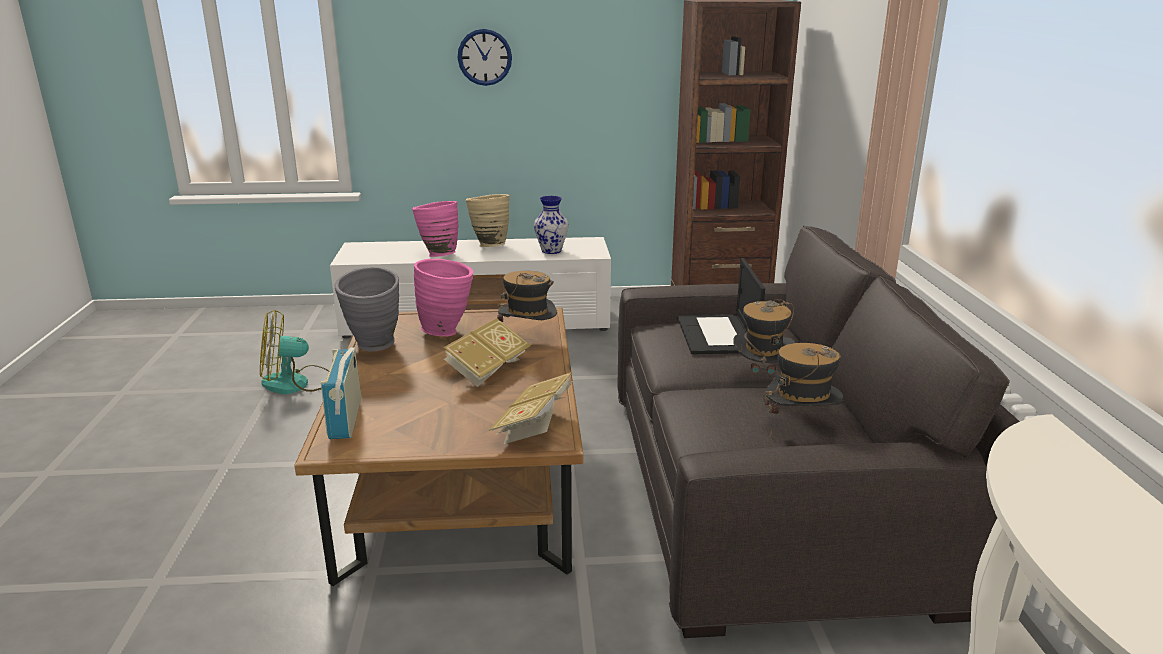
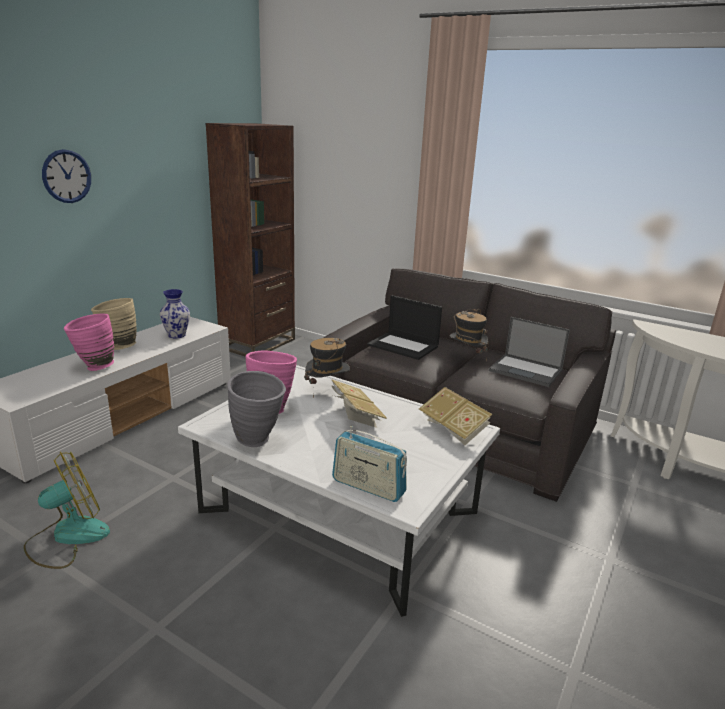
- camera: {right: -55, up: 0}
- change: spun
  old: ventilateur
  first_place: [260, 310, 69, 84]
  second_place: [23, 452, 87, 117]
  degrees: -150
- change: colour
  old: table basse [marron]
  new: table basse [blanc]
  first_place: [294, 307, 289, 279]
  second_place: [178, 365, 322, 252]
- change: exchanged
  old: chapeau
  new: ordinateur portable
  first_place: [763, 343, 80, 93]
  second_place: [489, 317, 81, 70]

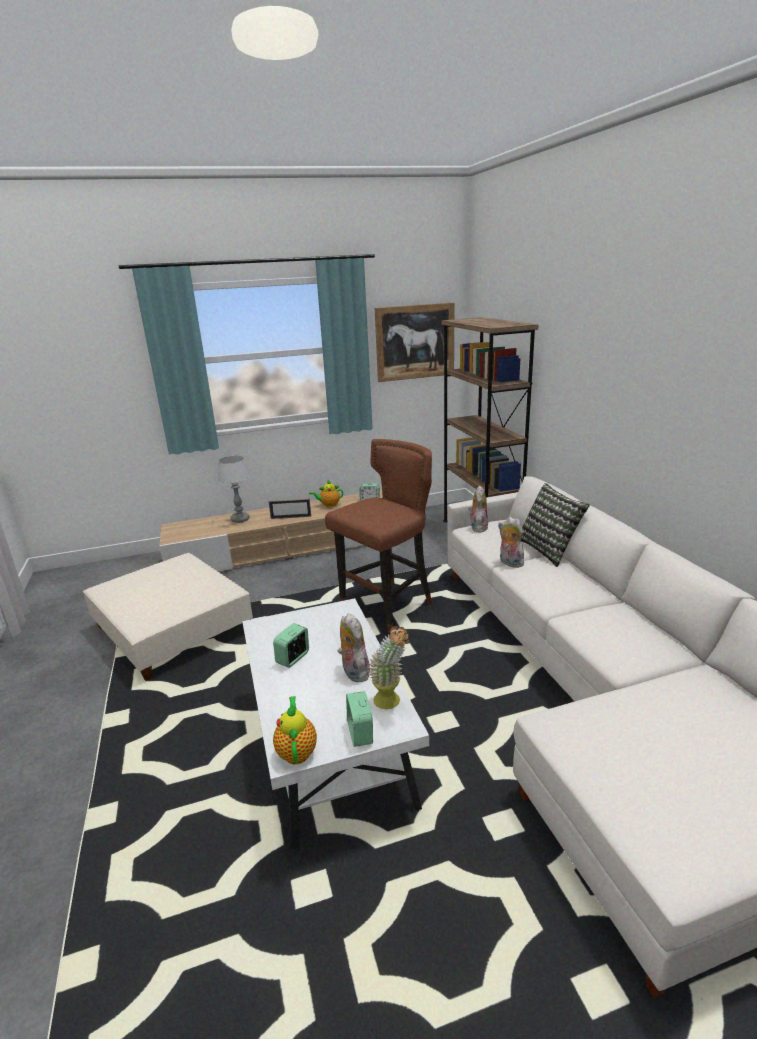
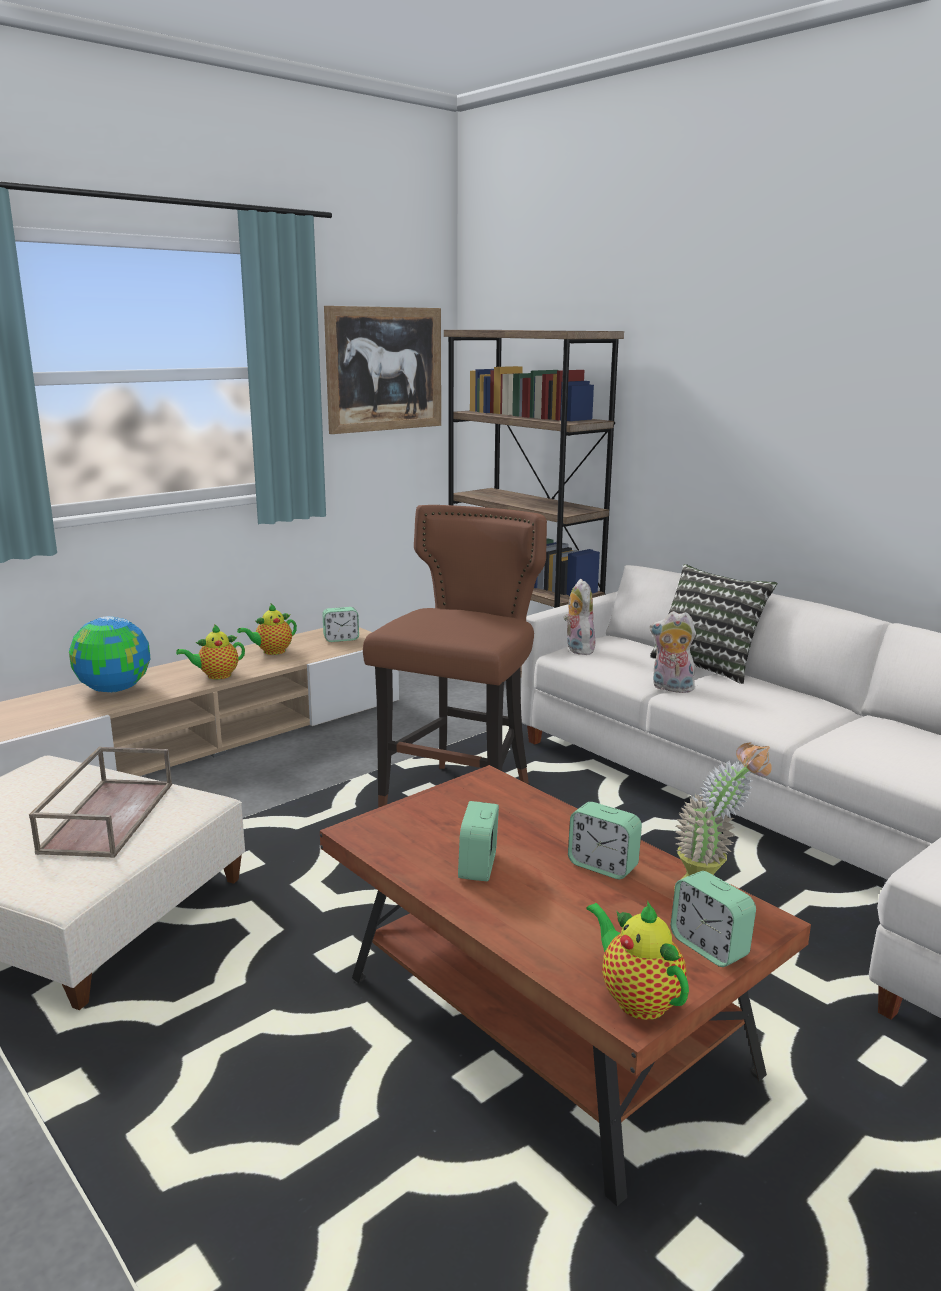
- camera: {right: -25, up: -5}
- change: appeared
  new: plateau [marron]
  second_place: [29, 747, 143, 111]
- change: exchanged
  old: lampe de table
  new: globe
  first_place: [218, 456, 32, 67]
  second_place: [69, 616, 82, 76]
- change: exchanged
  old: cadre photo
  new: théière
  first_place: [269, 499, 42, 20]
  second_place: [176, 624, 69, 55]
- change: colour
  old: table basse [blanc]
  new: table basse [marron]
  first_place: [242, 598, 187, 251]
  second_place: [320, 765, 491, 441]
- change: exchanged
  old: peluche
  new: réveil
  first_place: [338, 613, 33, 69]
  second_place: [568, 802, 74, 77]

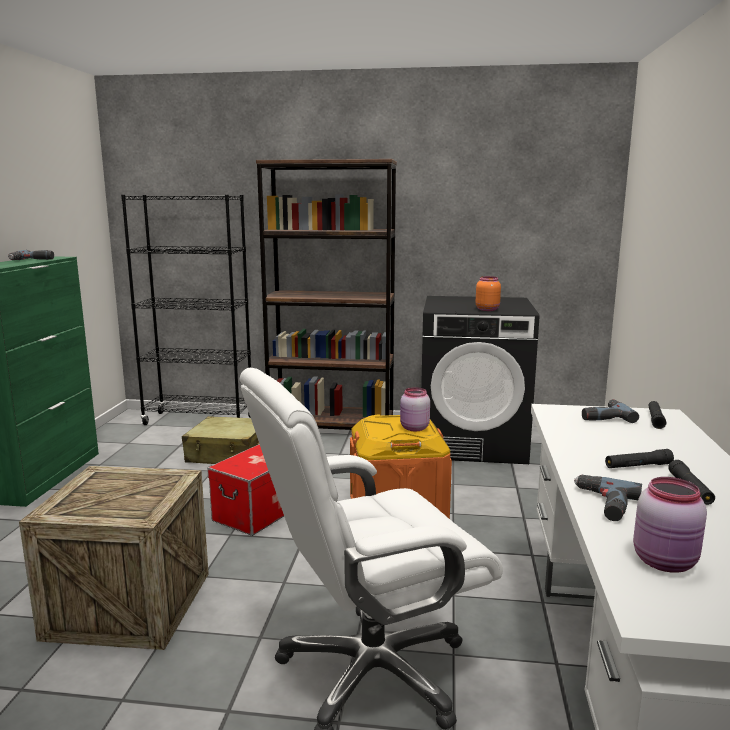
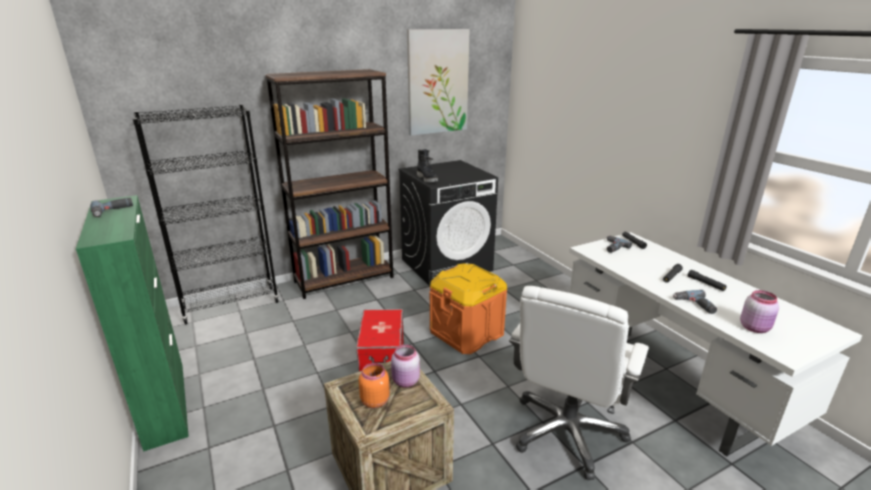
- camera: {right: -35, up: 10}
- change: relocated
  old: bocal [orange]
  first_place: [476, 276, 25, 35]
  second_place: [359, 363, 31, 45]
- change: relocated
  old: bocal [rose]
  first_place: [400, 387, 30, 44]
  second_place: [391, 345, 29, 42]
- change: appeared
  new: tableau
  second_place: [407, 29, 63, 106]
- change: appeared
  new: botte [noir]
  second_place: [417, 149, 21, 33]
- change: missing
  old: valise [beige]
  first_place: [182, 416, 77, 48]

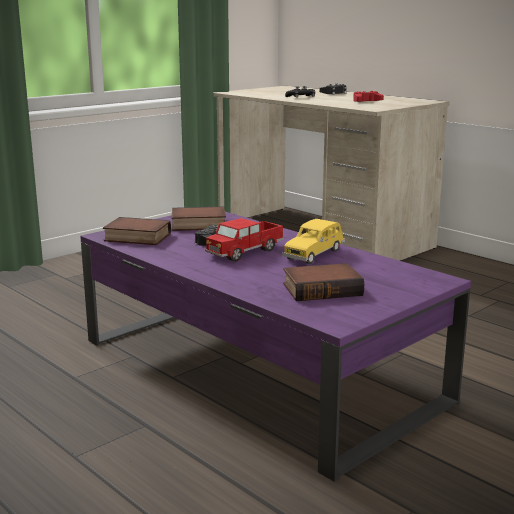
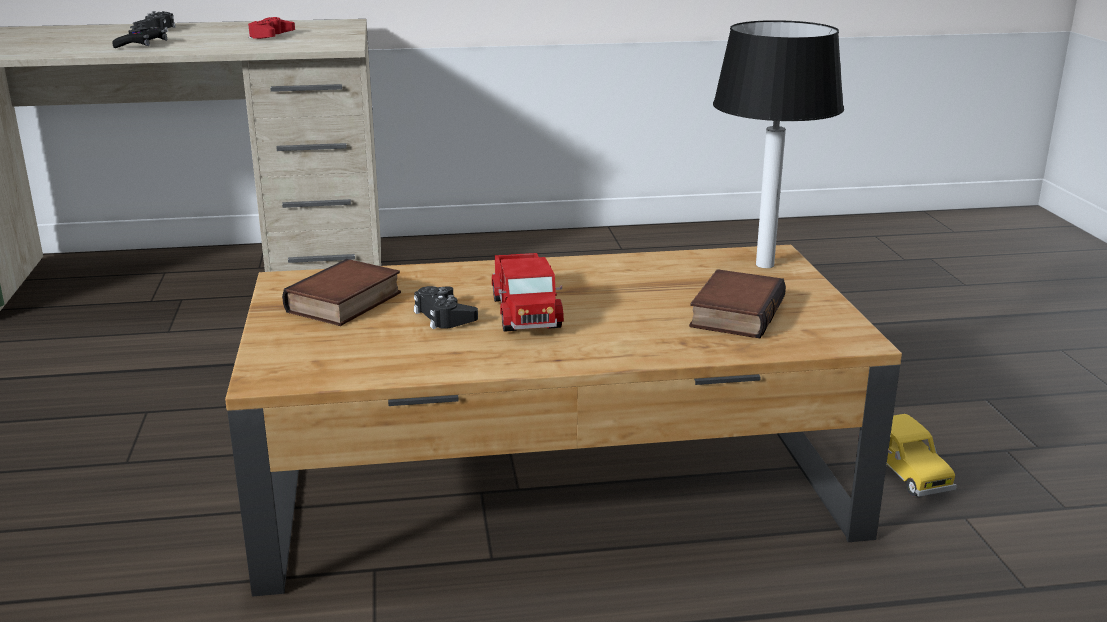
- camera: {right: -55, up: 5}
- change: colour
  old: table basse [violet]
  new: table basse [marron]
  first_place: [80, 212, 391, 270]
  second_place: [225, 245, 677, 352]
- change: appeared
  new: lampe de table
  second_place: [713, 20, 131, 248]
- change: relocated
  old: petite voiture [jaune]
  first_place: [282, 219, 63, 45]
  second_place: [858, 414, 99, 83]
- change: missing
  old: livre
  first_place: [103, 217, 68, 28]

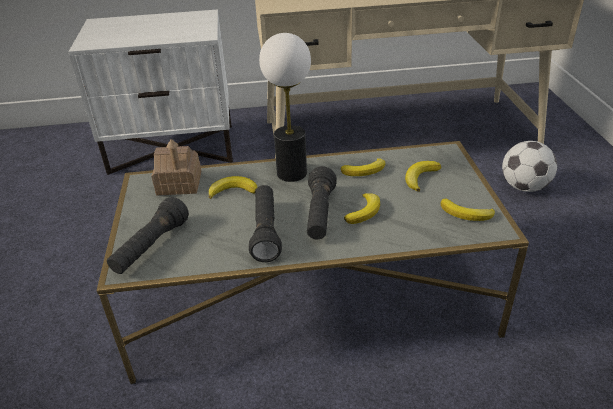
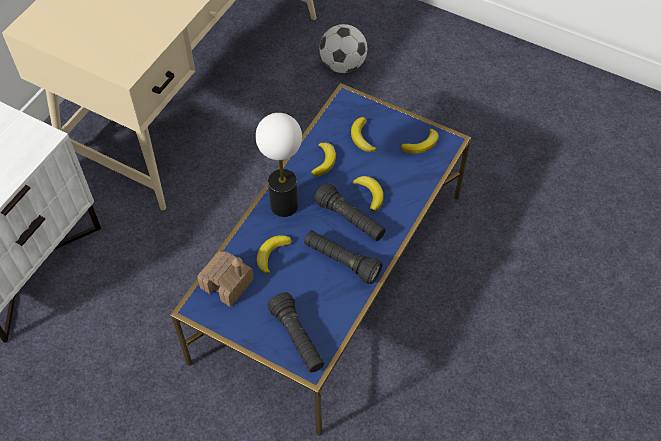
- camera: {right: -55, up: 20}
- change: colour
  old: table basse [gris]
  new: table basse [bleu]
  first_place: [97, 141, 432, 243]
  second_place: [171, 83, 300, 353]

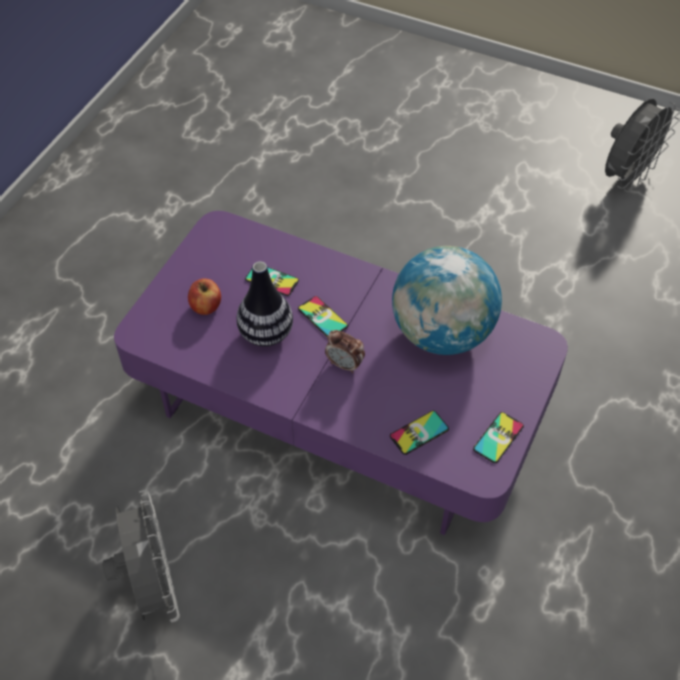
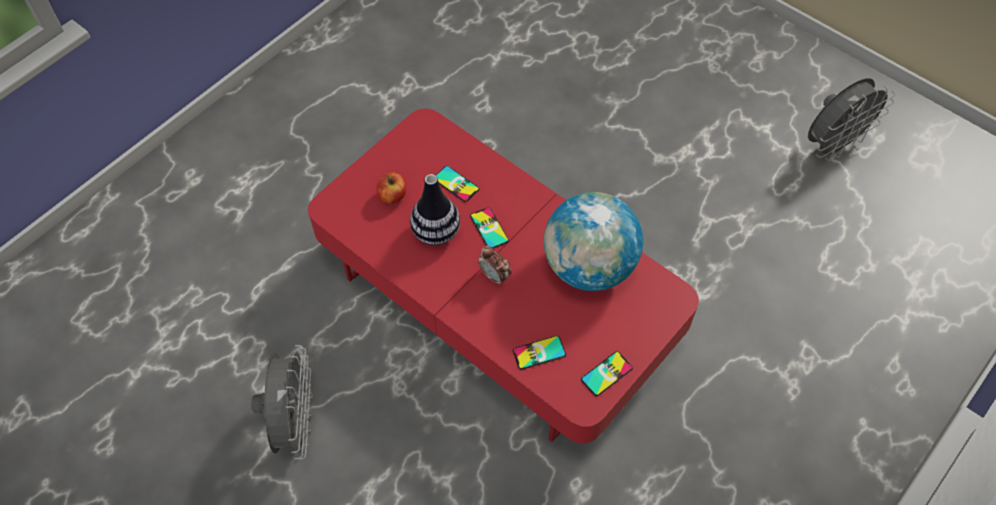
- camera: {right: 15, up: 5}
- change: colour
  old: table basse [violet]
  new: table basse [rouge]
  first_place: [114, 211, 454, 324]
  second_place: [308, 109, 391, 335]

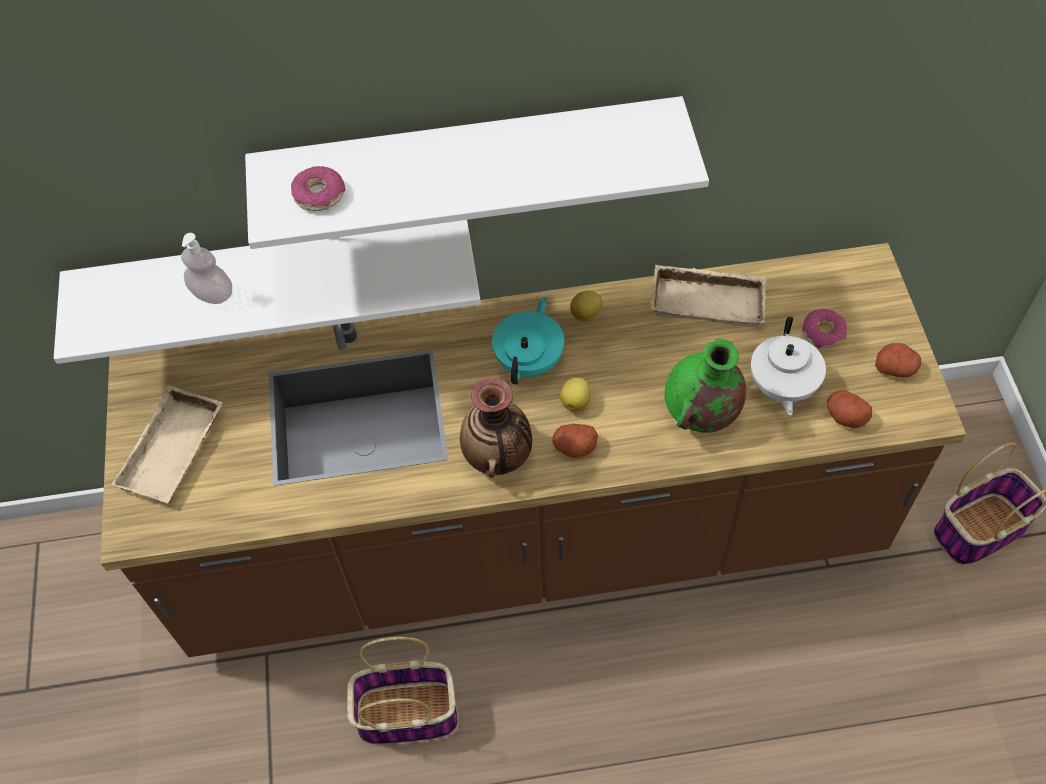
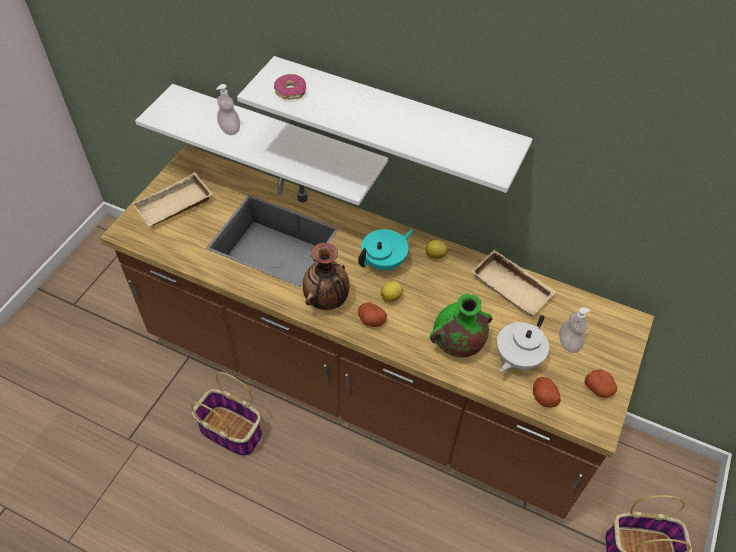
- camera: {right: 30, up: -5}
- change: exchanged
  old: beignet
  new: distributeur de savon
  first_place: [802, 309, 45, 39]
  second_place: [559, 307, 31, 46]

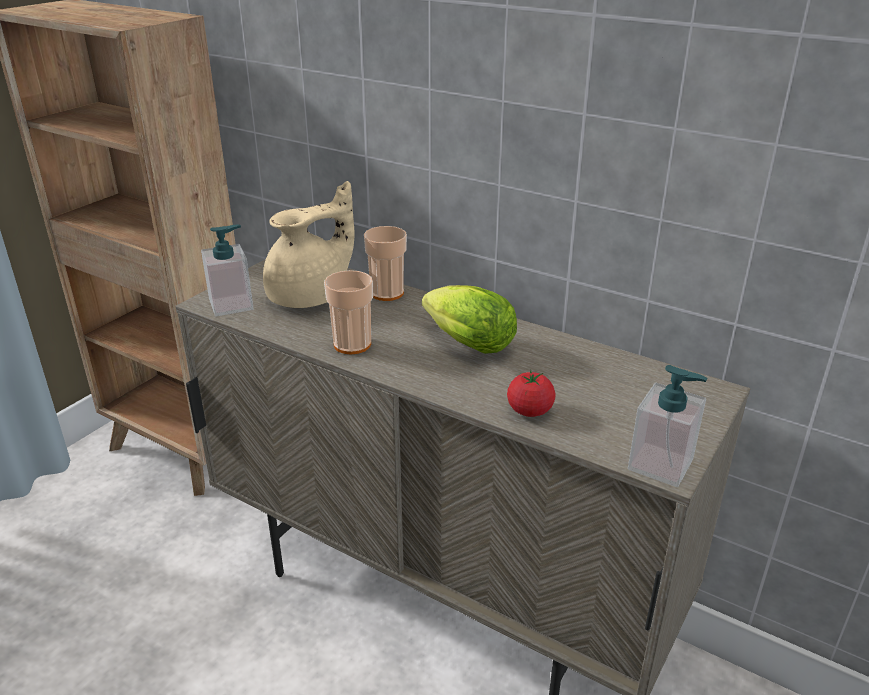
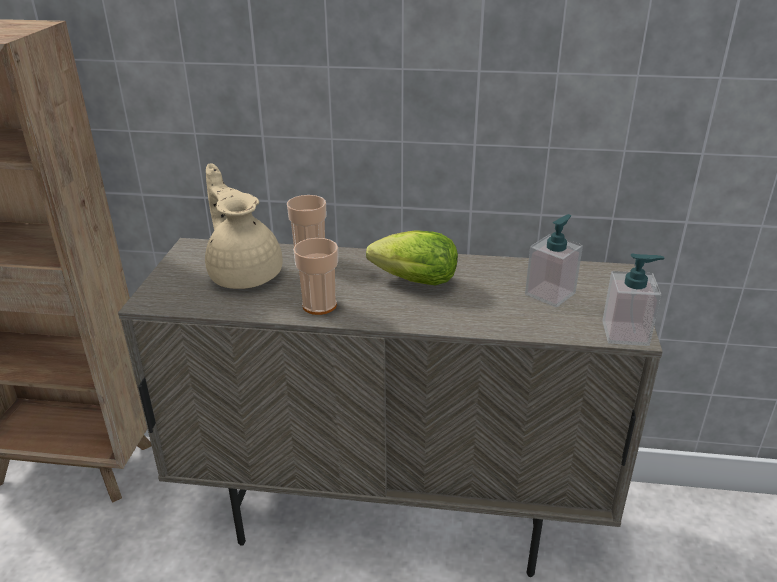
- camera: {right: -25, up: 0}
- change: spun
  old: théière [beige]
  first_place: [263, 181, 92, 127]
  second_place: [205, 164, 78, 125]
  degrees: -60
- change: relocated
  old: distributeur de savon
  first_place: [201, 225, 53, 92]
  second_place: [525, 214, 58, 93]
- change: missing
  old: tomate
  first_place: [507, 370, 48, 47]

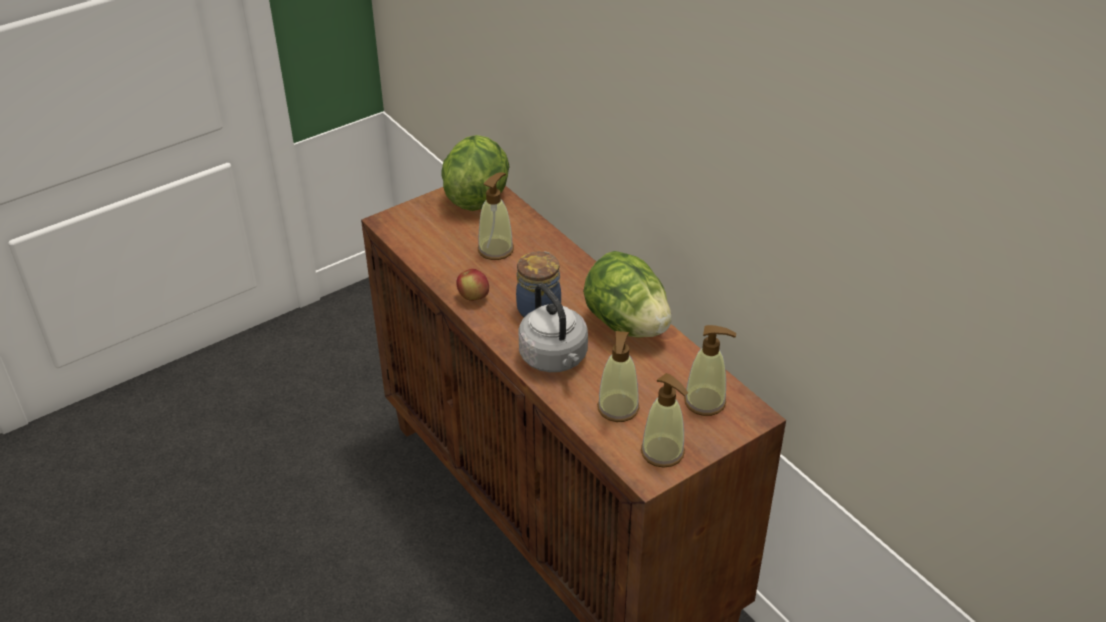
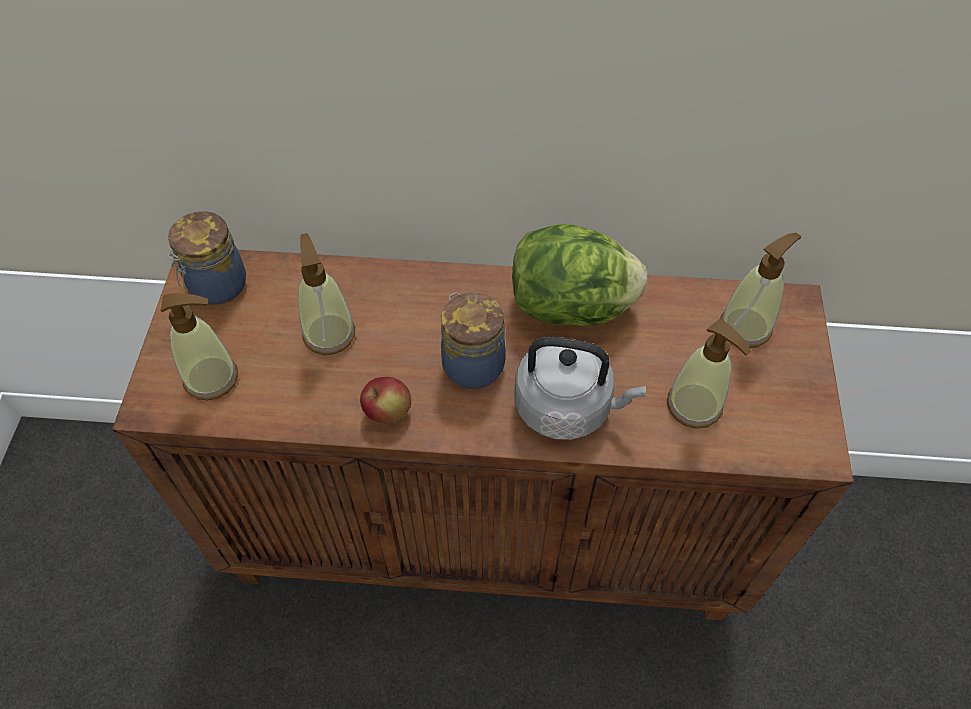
- camera: {right: -50, up: 15}
- change: relocated
  old: distributeur de savon
  first_place: [641, 373, 47, 95]
  second_place: [160, 293, 78, 107]
- change: exchanged
  old: laitue
  new: bocal
  first_place: [441, 135, 69, 76]
  second_place: [167, 211, 79, 94]

